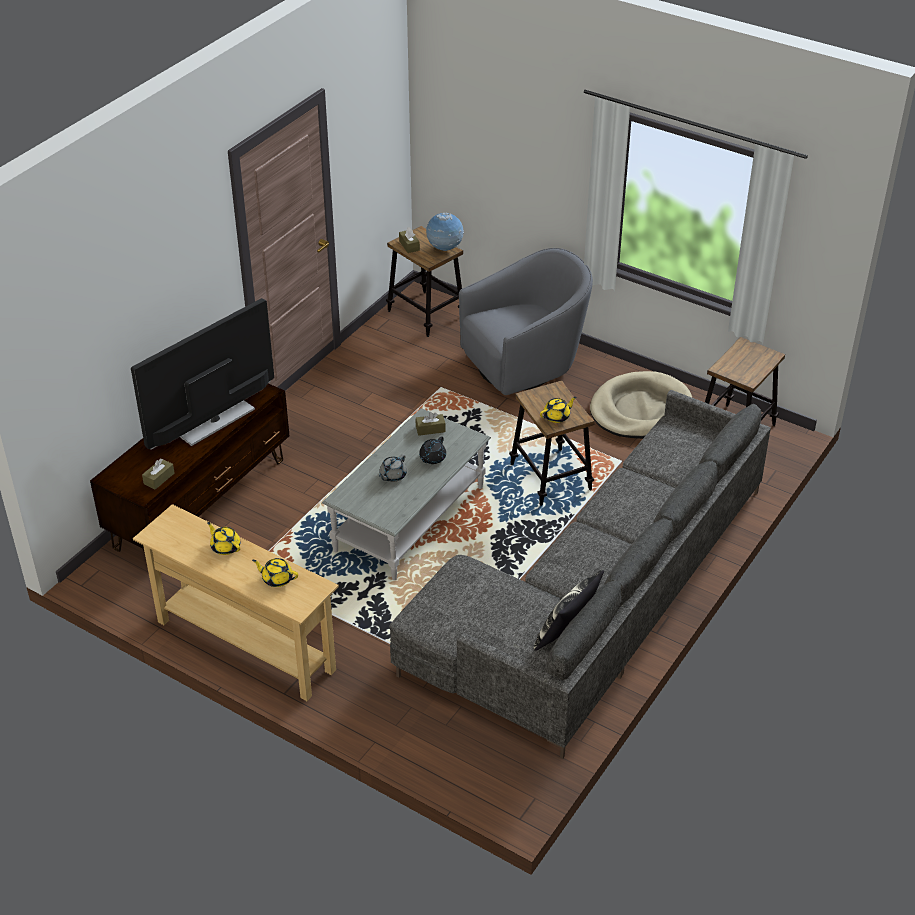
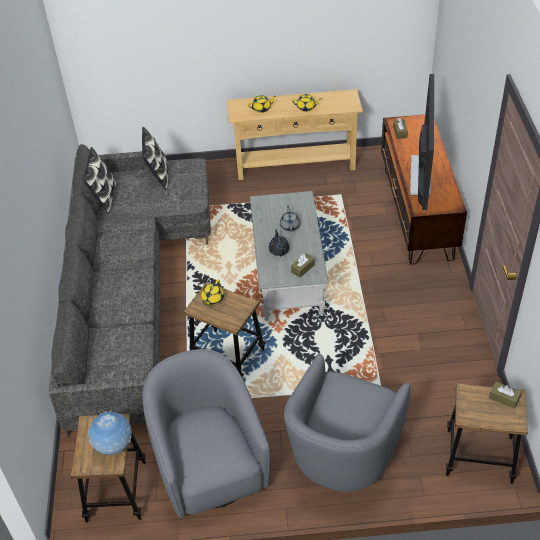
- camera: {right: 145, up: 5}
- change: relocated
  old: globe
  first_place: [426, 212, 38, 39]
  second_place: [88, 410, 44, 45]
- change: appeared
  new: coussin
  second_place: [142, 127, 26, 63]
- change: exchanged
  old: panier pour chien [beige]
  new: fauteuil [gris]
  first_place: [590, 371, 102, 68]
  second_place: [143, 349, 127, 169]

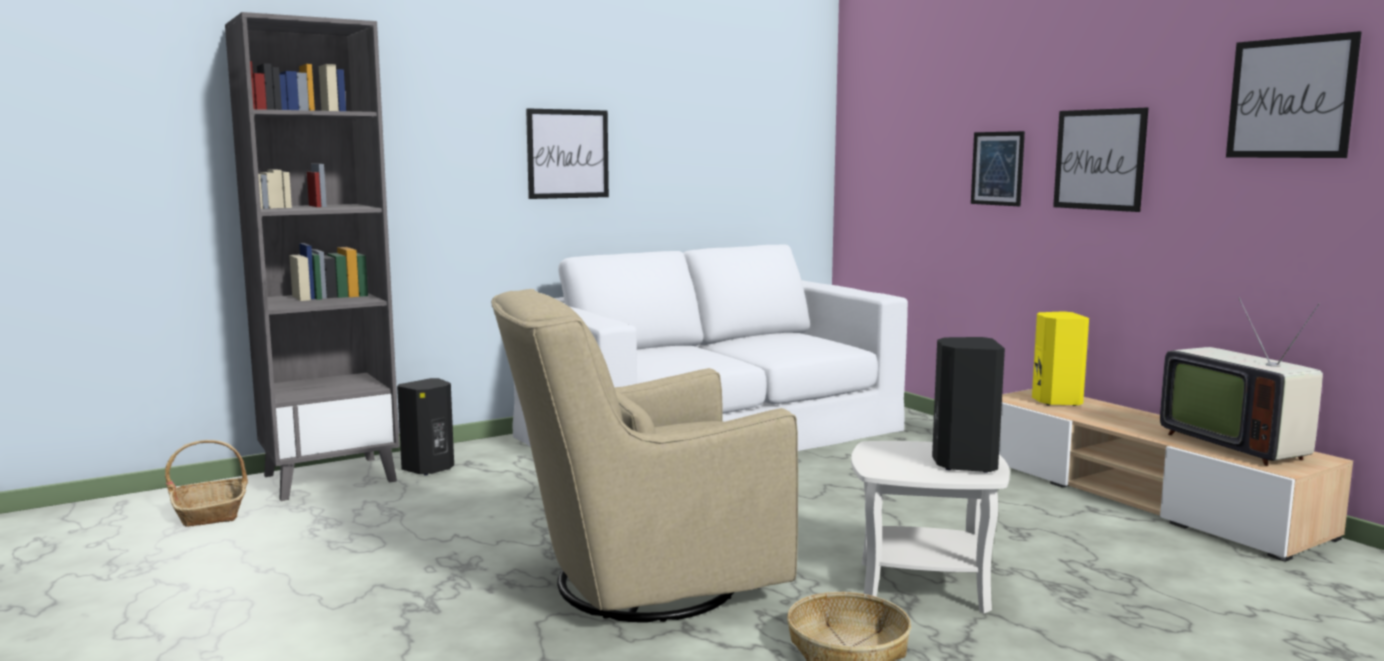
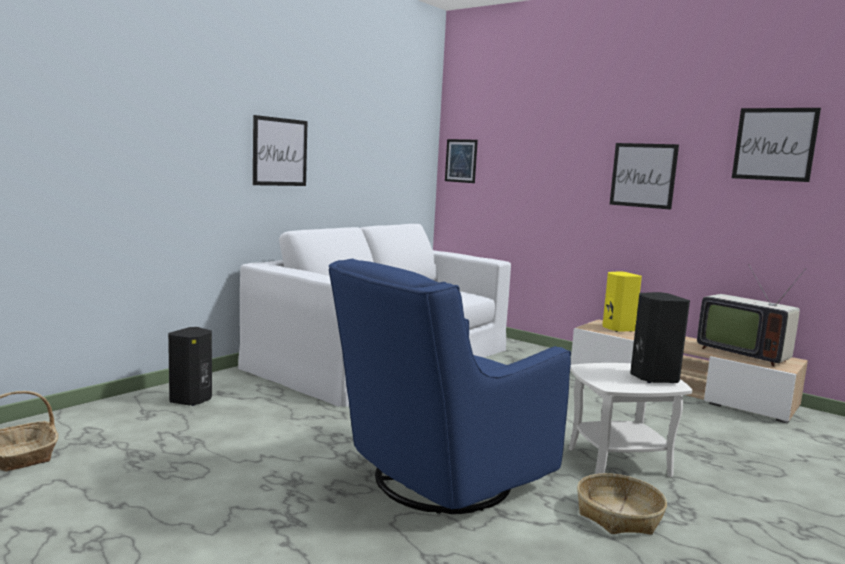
- camera: {right: -20, up: 0}
- change: colour
  old: fauteuil [beige]
  new: fauteuil [bleu]
  first_place: [491, 289, 307, 334]
  second_place: [329, 259, 242, 255]
- change: relocated
  old: tableau
  first_place: [971, 131, 54, 75]
  second_place: [445, 139, 33, 44]
- change: missing
  old: bibliothèque [gris]
  first_place: [225, 12, 175, 489]

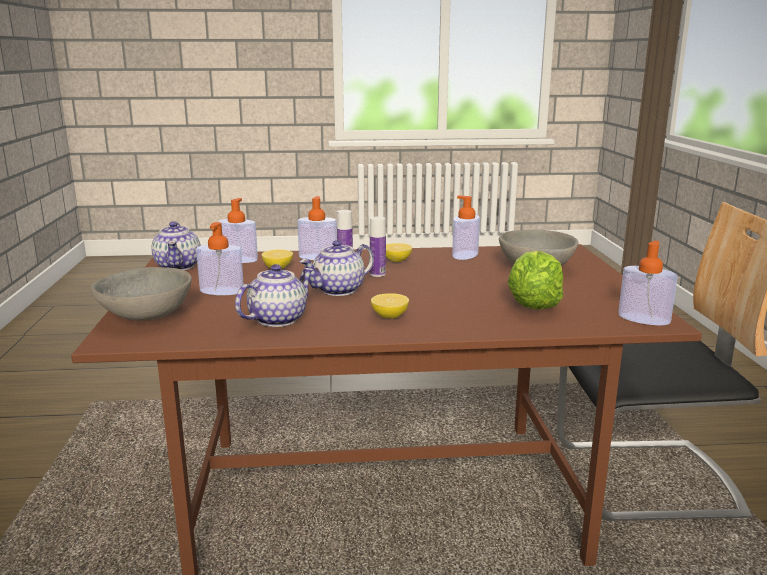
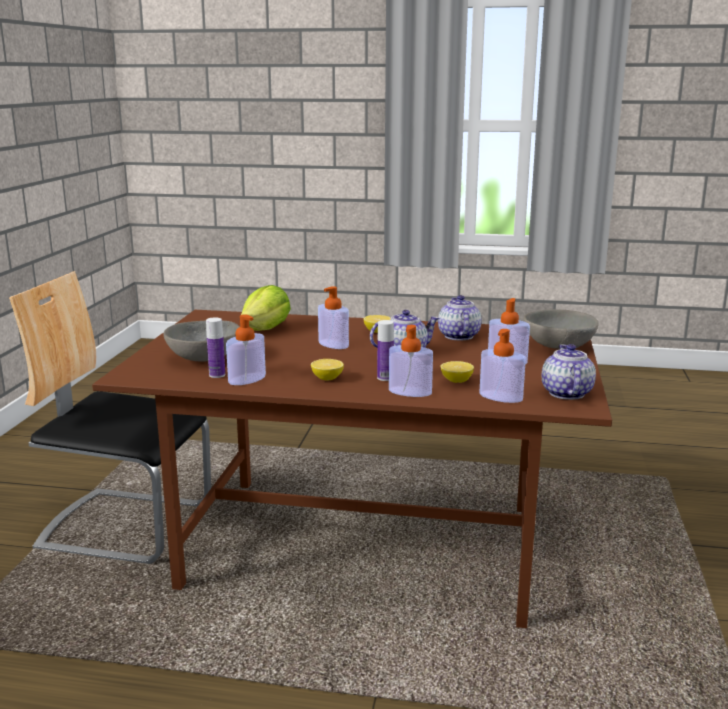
- camera: {right: -165, up: 0}
- change: relocated
  old: bouteille
  first_place: [370, 217, 16, 60]
  second_place: [206, 317, 19, 61]
- change: relocated
  old: distributeur de savon
  first_place: [618, 241, 60, 84]
  second_place: [318, 286, 31, 63]
- change: spun
  old: théière
  first_place: [235, 264, 79, 63]
  second_place: [438, 295, 44, 45]
  degrees: 120

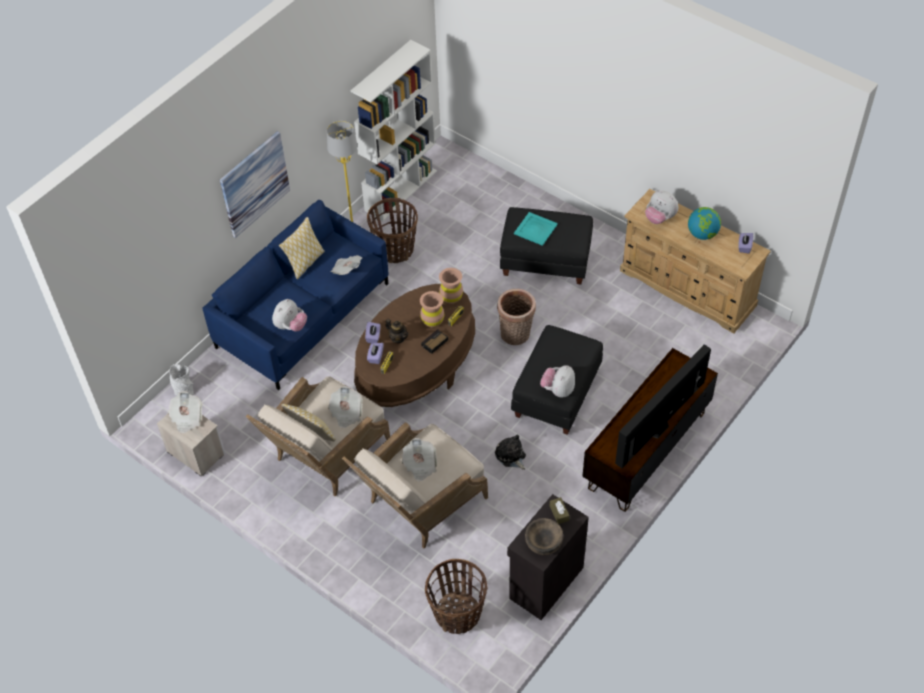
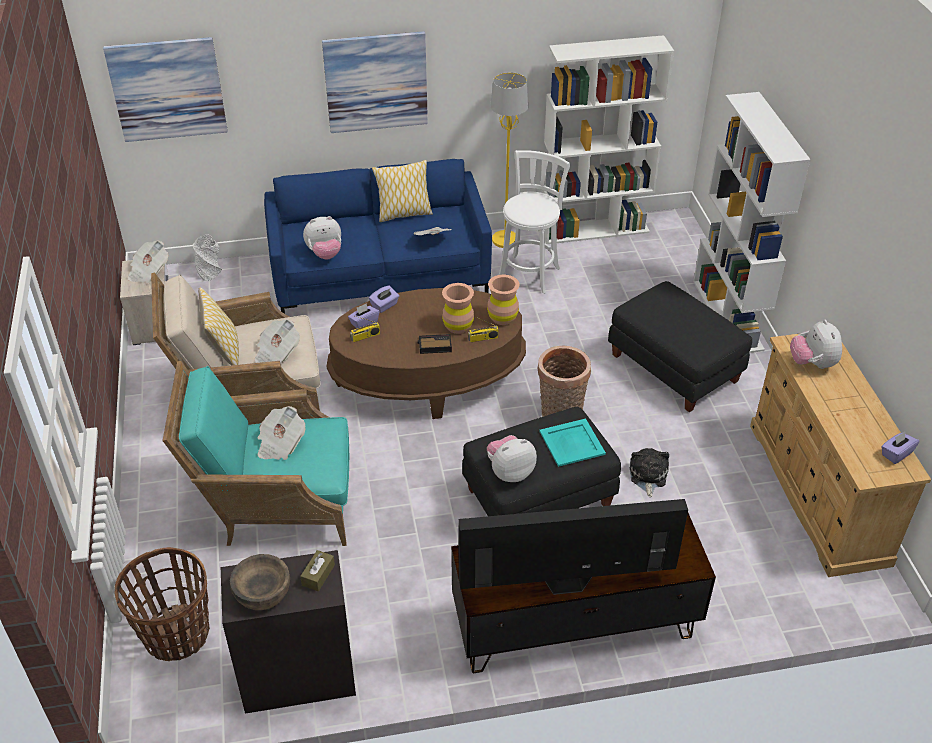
- camera: {right: 40, up: -10}
- change: appeared
  new: tableau
  second_place: [103, 37, 125, 105]
- change: colour
  old: fauteuil [beige]
  new: fauteuil [turquoise]
  first_place: [342, 422, 146, 127]
  second_place: [162, 361, 187, 185]
- change: exchanged
  old: panier
  new: tabouret [blanc]
  first_place: [367, 198, 51, 65]
  second_place: [499, 150, 71, 144]
- change: relocated
  old: plateau [turquoise]
  first_place: [514, 212, 44, 34]
  second_place: [539, 419, 67, 48]
- change: relocated
  old: peluche
  first_place: [495, 435, 31, 35]
  second_place: [630, 448, 39, 49]
- change: appeared
  new: bibliothèque [blanc]
  second_place: [693, 92, 118, 261]
- change: missing
  old: théière
  first_place: [385, 319, 24, 24]
- change: missing
  old: globe
  first_place: [688, 207, 33, 33]

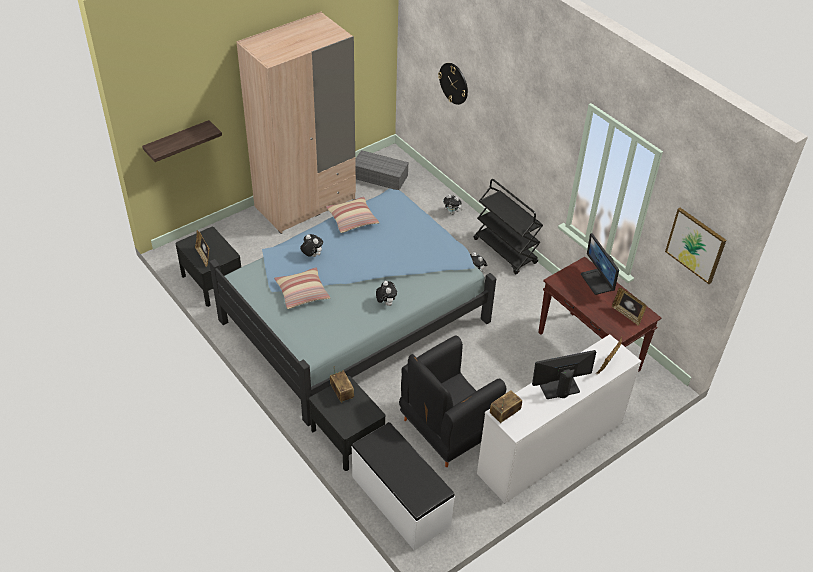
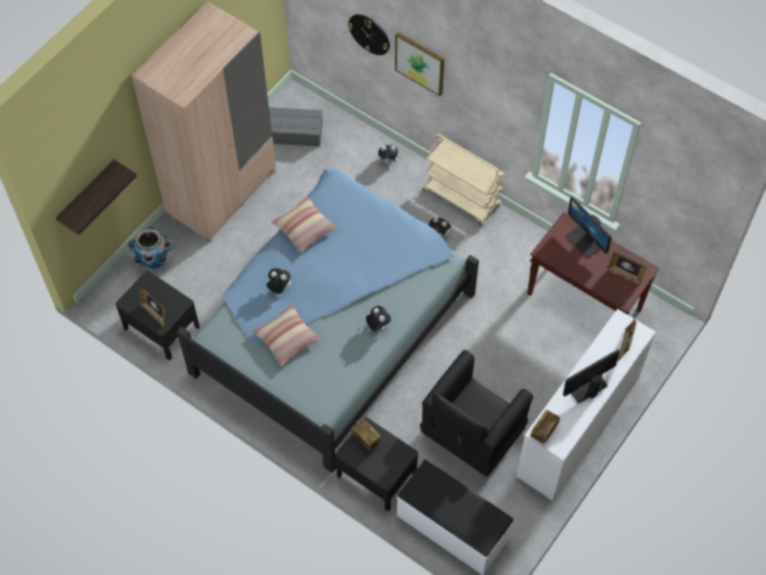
- camera: {right: -15, up: 15}
- change: appeared
  new: cache-pot
  second_place: [128, 226, 44, 43]
- change: relocated
  old: tableau
  first_place: [665, 208, 61, 76]
  second_place: [395, 32, 49, 64]
- change: colour
  old: chariot [noir]
  new: chariot [beige]
  first_place: [474, 179, 69, 95]
  second_place: [423, 134, 82, 92]

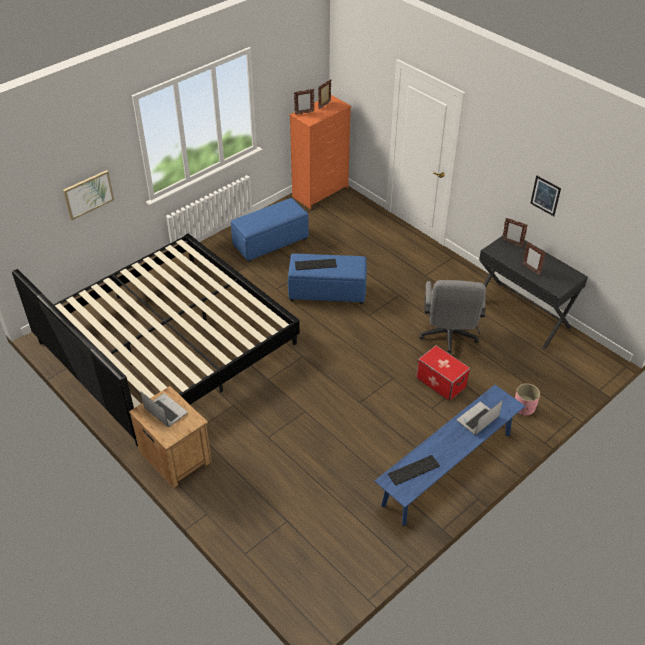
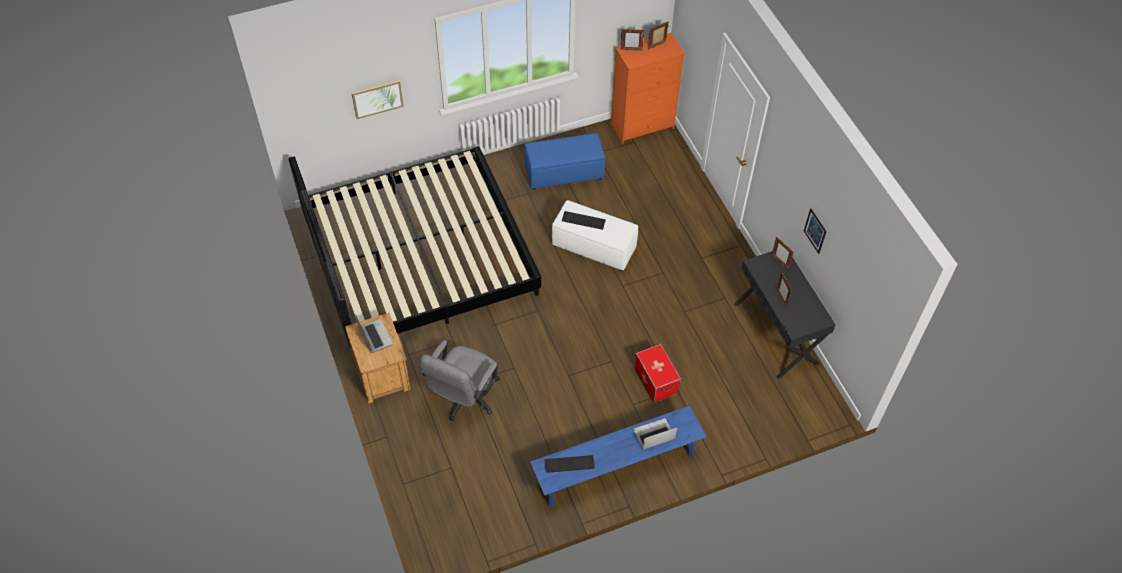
- camera: {right: 20, up: 10}
- change: relocated
  old: chaise de bureau [gris]
  first_place: [419, 280, 67, 75]
  second_place: [420, 340, 80, 81]
- change: colour
  old: pouf [bleu]
  new: pouf [blanc]
  first_place: [288, 254, 79, 50]
  second_place: [552, 200, 86, 71]
- change: missing
  old: cache-pot [rose]
  first_place: [515, 383, 25, 33]

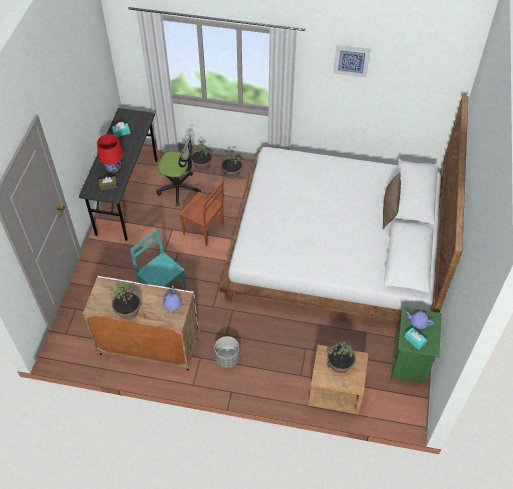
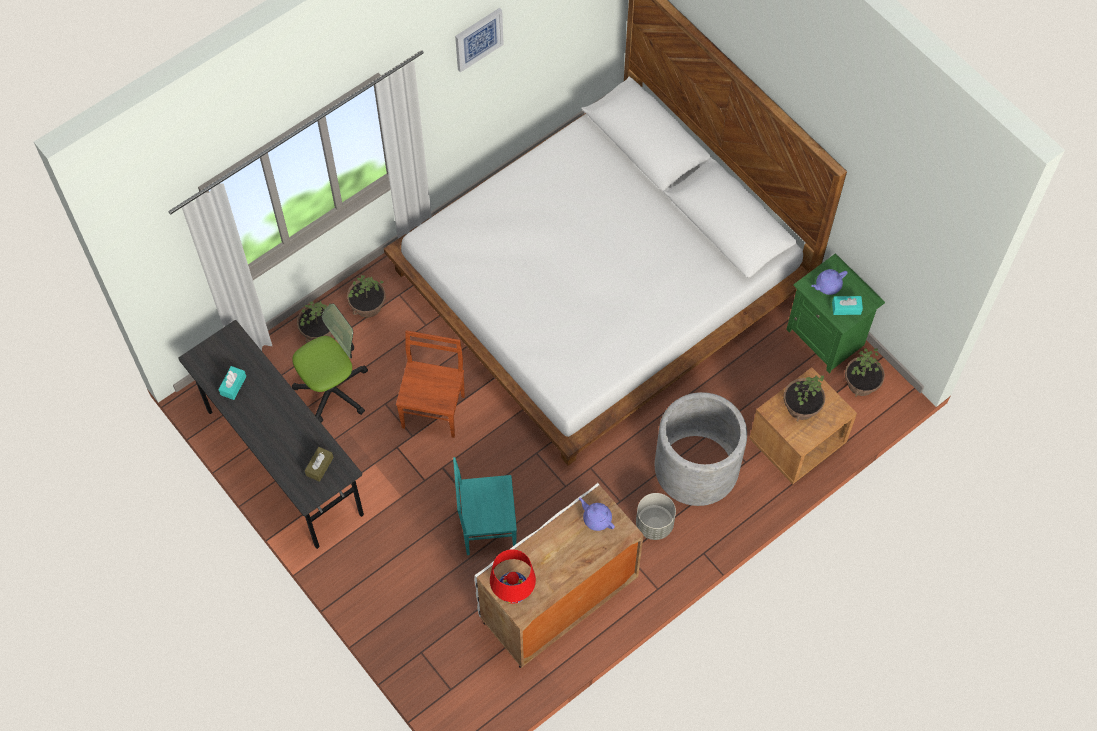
- camera: {right: -50, up: 10}
- change: spun
  old: chaise [marron]
  first_place: [179, 181, 45, 65]
  second_place: [396, 330, 69, 108]
  degrees: -60
- change: relocated
  old: lampe de table [rouge]
  first_place: [97, 134, 26, 38]
  second_place: [490, 549, 46, 55]
- change: appeared
  new: cache-pot [gris]
  second_place: [655, 392, 92, 114]
- change: relocated
  old: plante en pot
  first_place: [111, 282, 31, 38]
  second_place: [845, 348, 40, 49]
- change: missing
  old: coussin [marron]
  first_place: [383, 172, 18, 57]

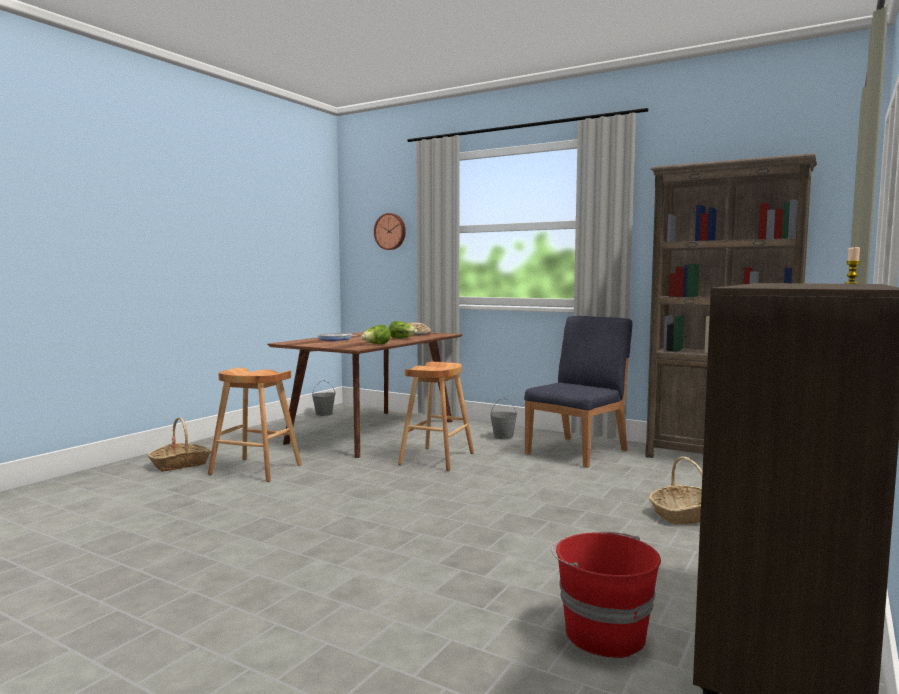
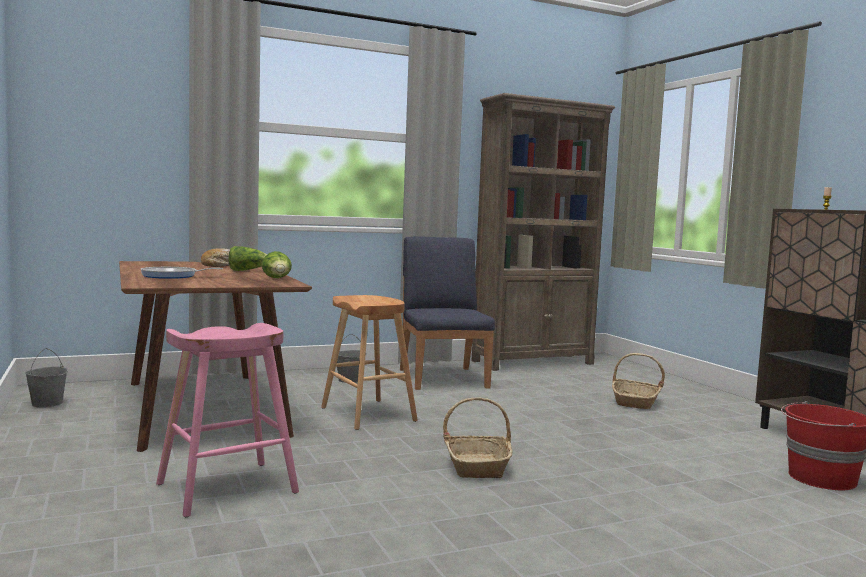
- camera: {right: -55, up: 0}
- change: colour
  old: tabouret [marron]
  new: tabouret [rose]
  first_place: [208, 368, 94, 114]
  second_place: [156, 323, 143, 194]
- change: relocated
  old: panier
  first_place: [148, 417, 64, 55]
  second_place: [443, 398, 70, 80]
- change: missing
  old: horloge murale
  first_place: [374, 213, 32, 37]

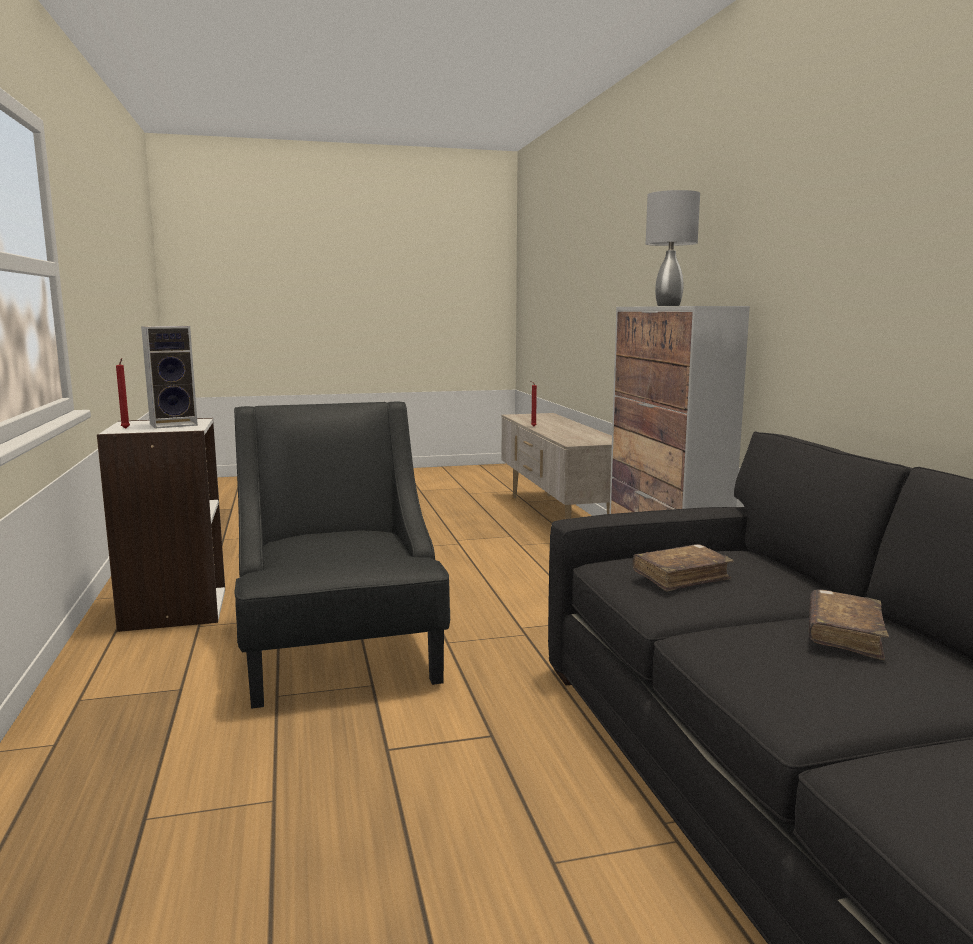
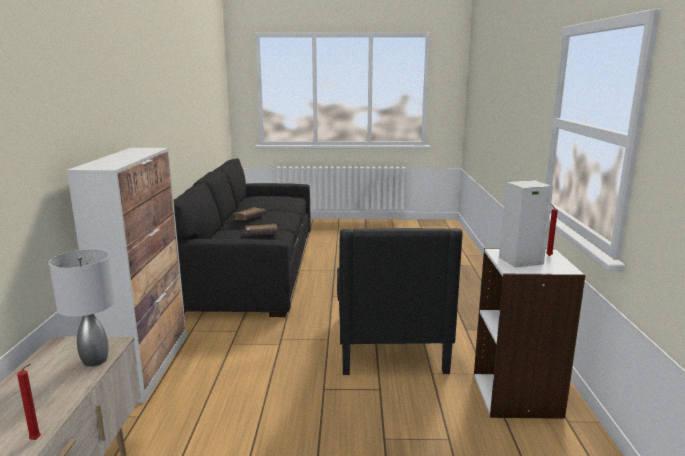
- camera: {right: -165, up: 5}
- change: relocated
  old: lampe de table [gris]
  first_place: [646, 190, 54, 116]
  second_place: [49, 249, 66, 118]

